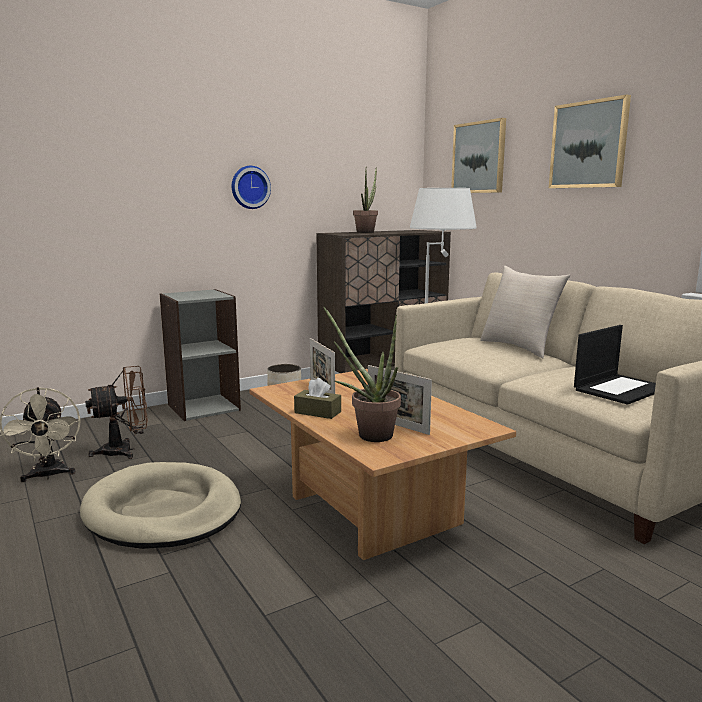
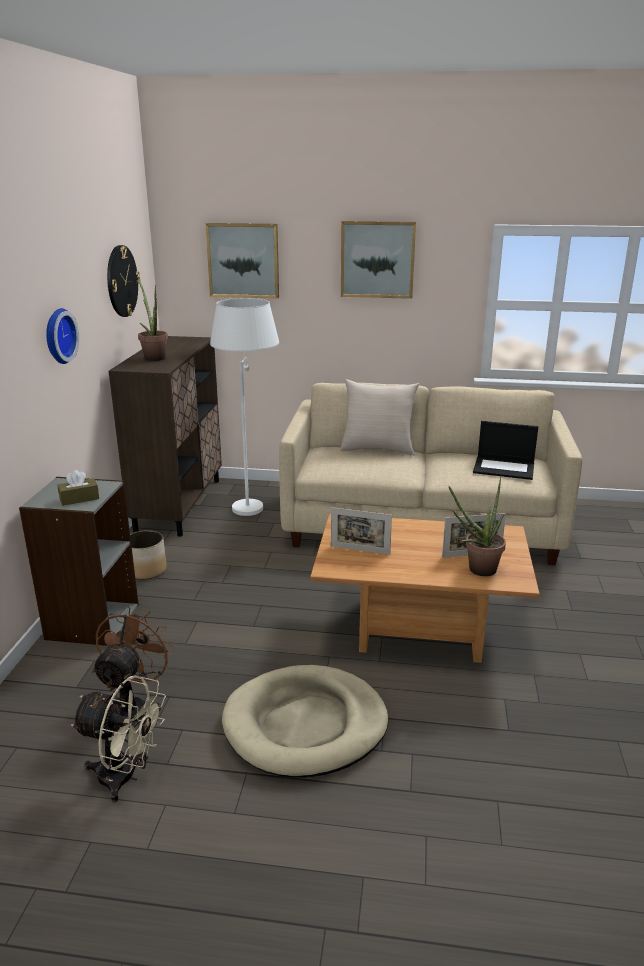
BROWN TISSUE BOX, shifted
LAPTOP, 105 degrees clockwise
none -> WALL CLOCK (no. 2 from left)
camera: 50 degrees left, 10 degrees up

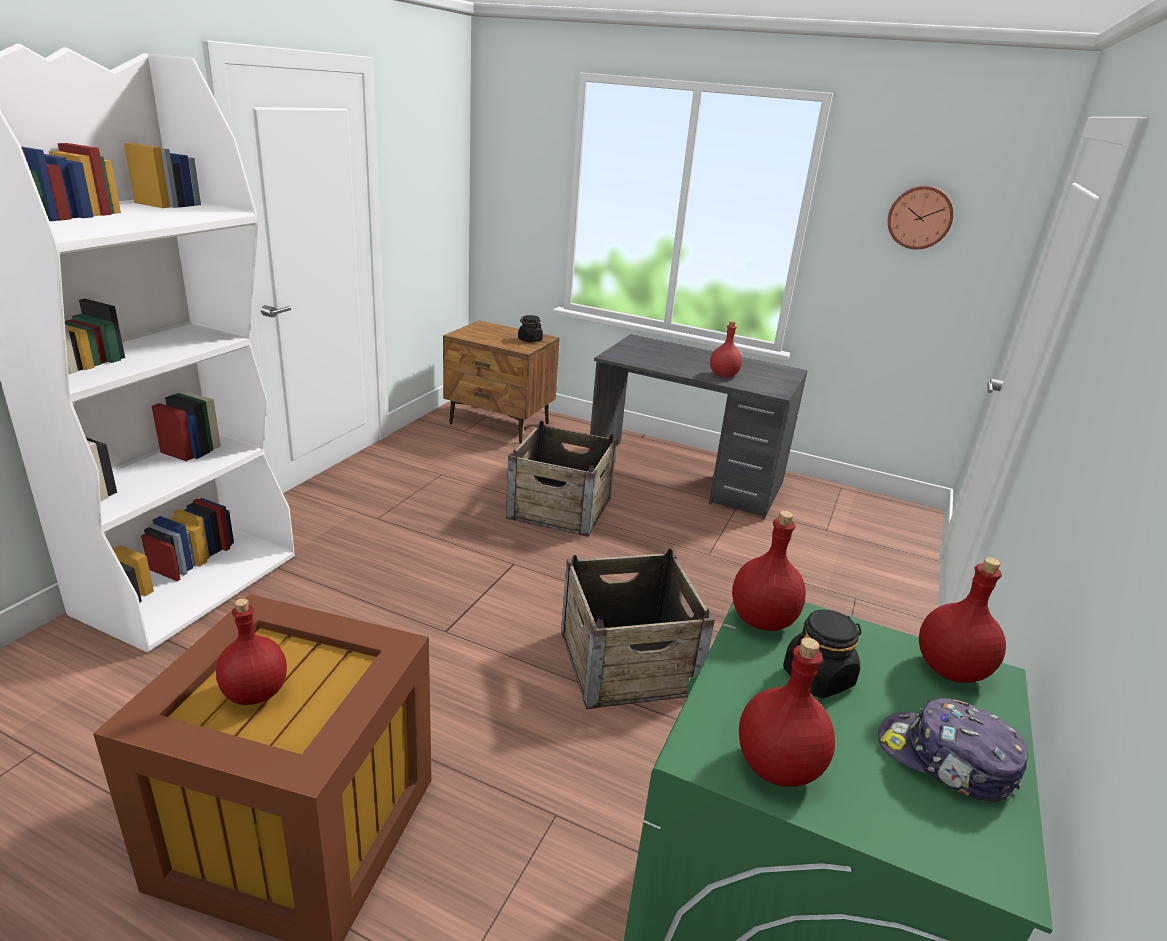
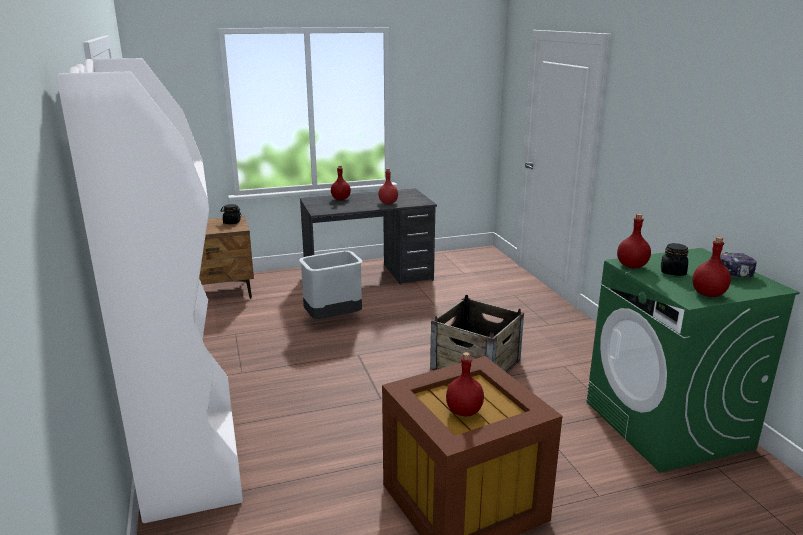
CRATE (no. 1 from left) -> GREY TRASH CAN
WALL CLOCK -> none
RED BOTTLE (no. 5 from left in the first image) -> RED BOTTLE (no. 1 from left), shifted
camera: 40 degrees left, 5 degrees down

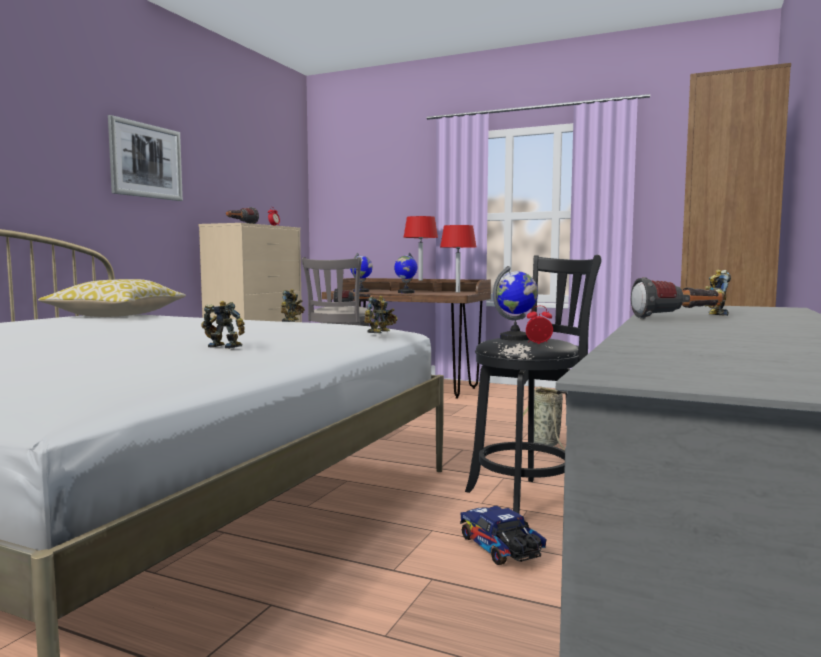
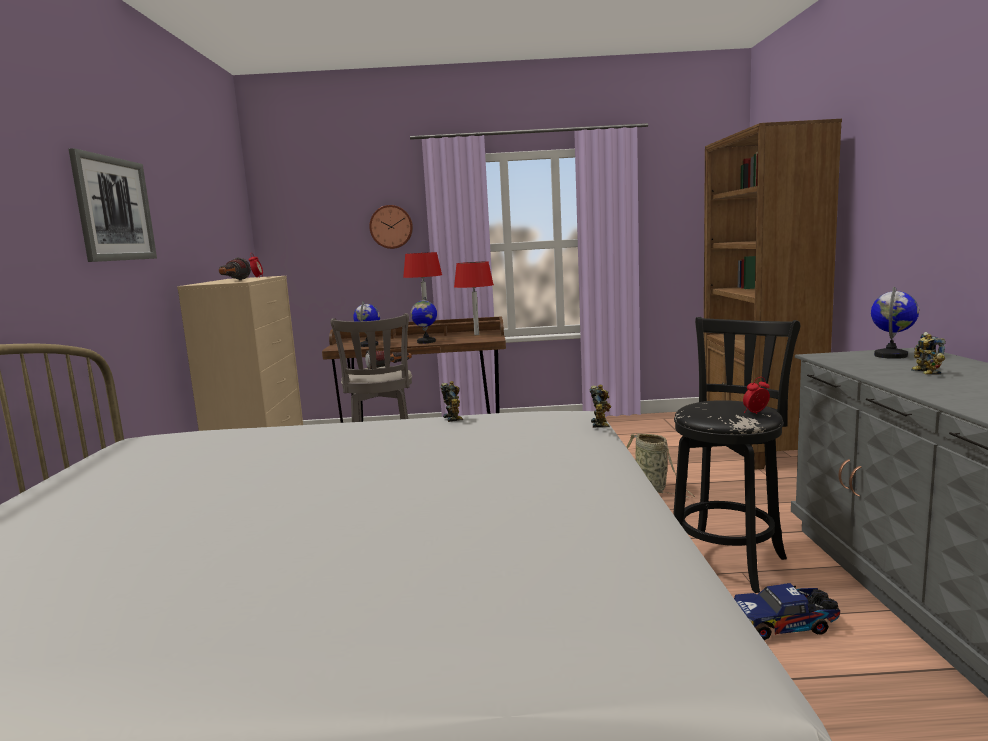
PILLOW -> none
TOY ROBOT (no. 1 from left) -> none
TOY TRUCK, 45 degrees counterclockwise
GLOBE (no. 3 from left), shifted
FLASHLIGHT (no. 3 from left) -> none
none -> WALL CLOCK
camera: 25 degrees left, 5 degrees up

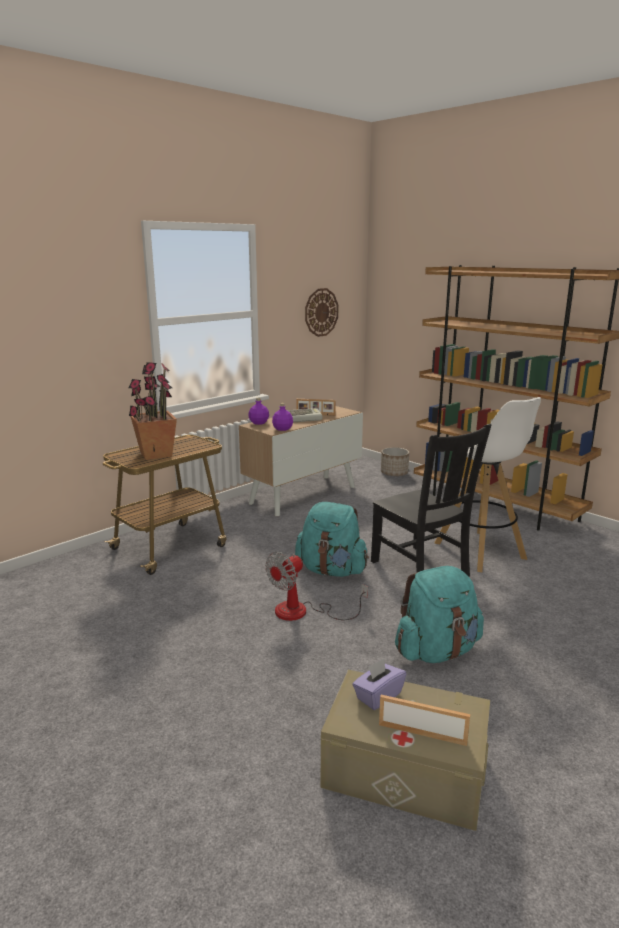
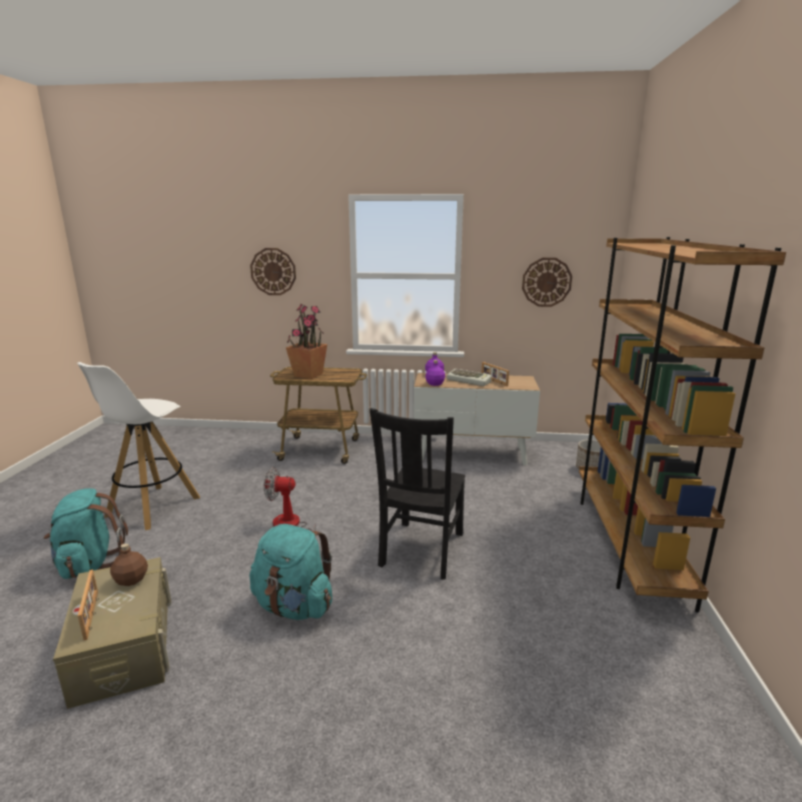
TURQUOISE BACKPACK (no. 1 from left), shifted
PURPLE TISSUE BOX -> BROWN BOTTLE
WHITE STOOL, shifted
none -> WALL CLOCK (no. 1 from left)
camera: 50 degrees right, 0 degrees up

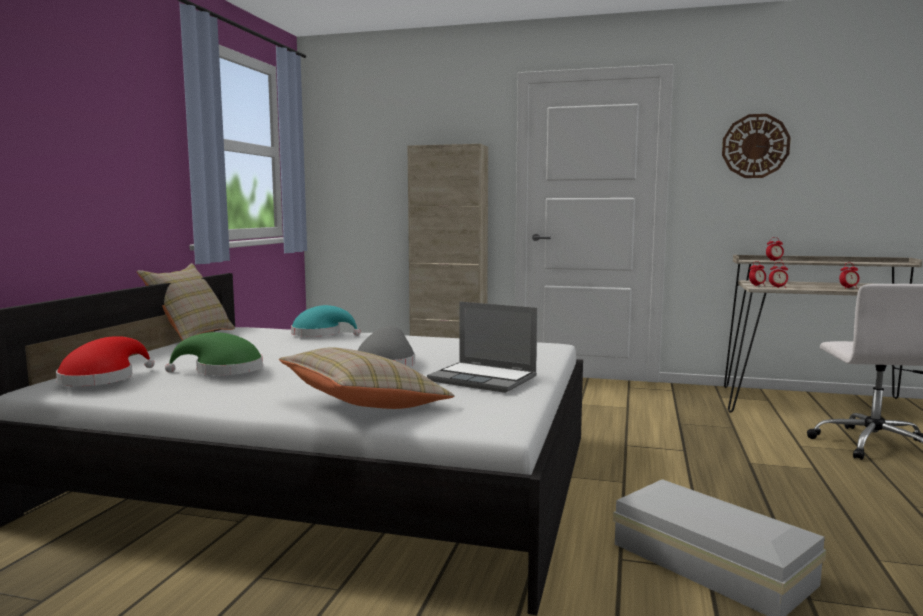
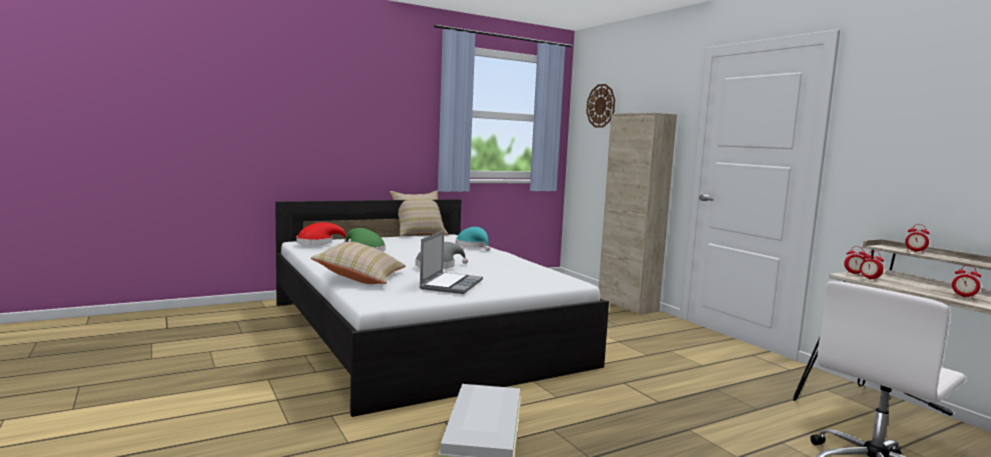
LAPTOP, 150 degrees counterclockwise
WALL CLOCK, shifted
camera: 45 degrees right, 0 degrees up

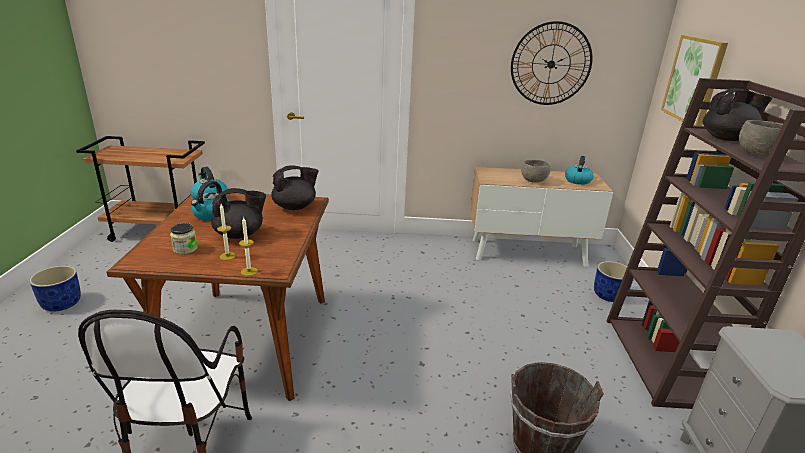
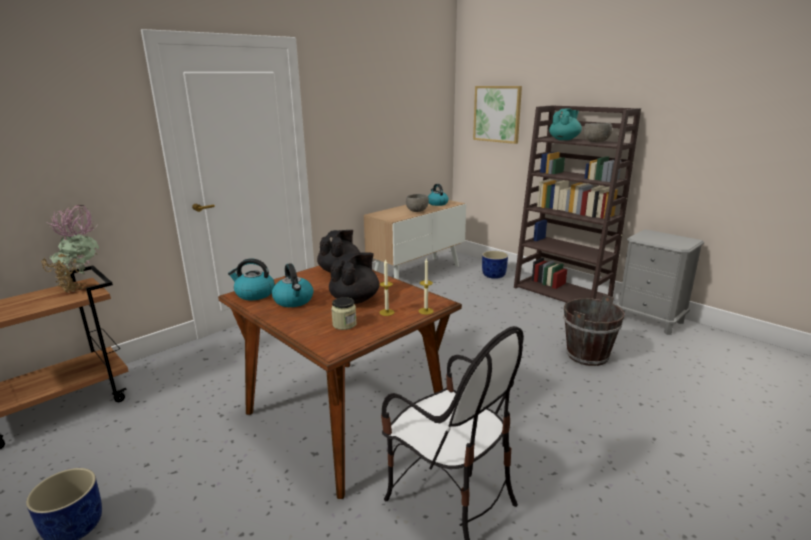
WALL CLOCK -> none
BLACK TEAPOT (no. 3 from left) -> TURQUOISE TEAPOT
none -> POTTED PLANT
camera: 45 degrees left, 5 degrees down

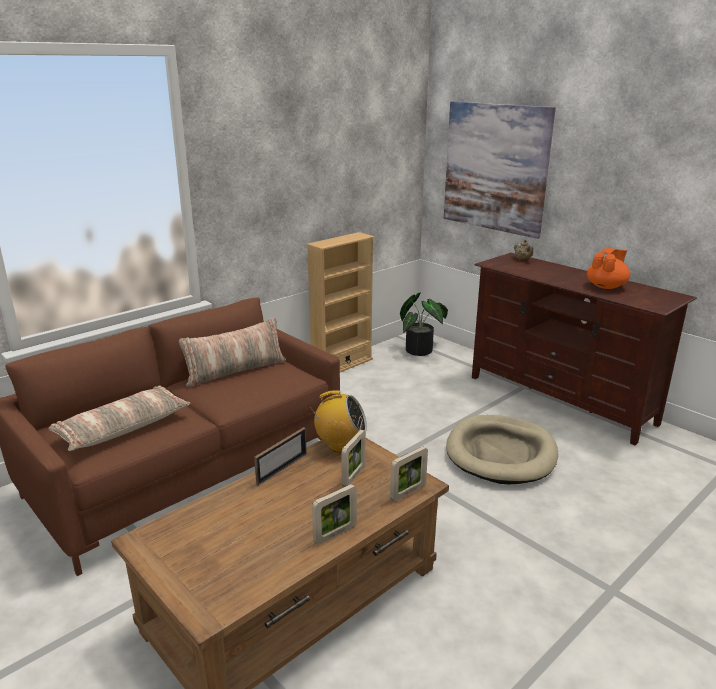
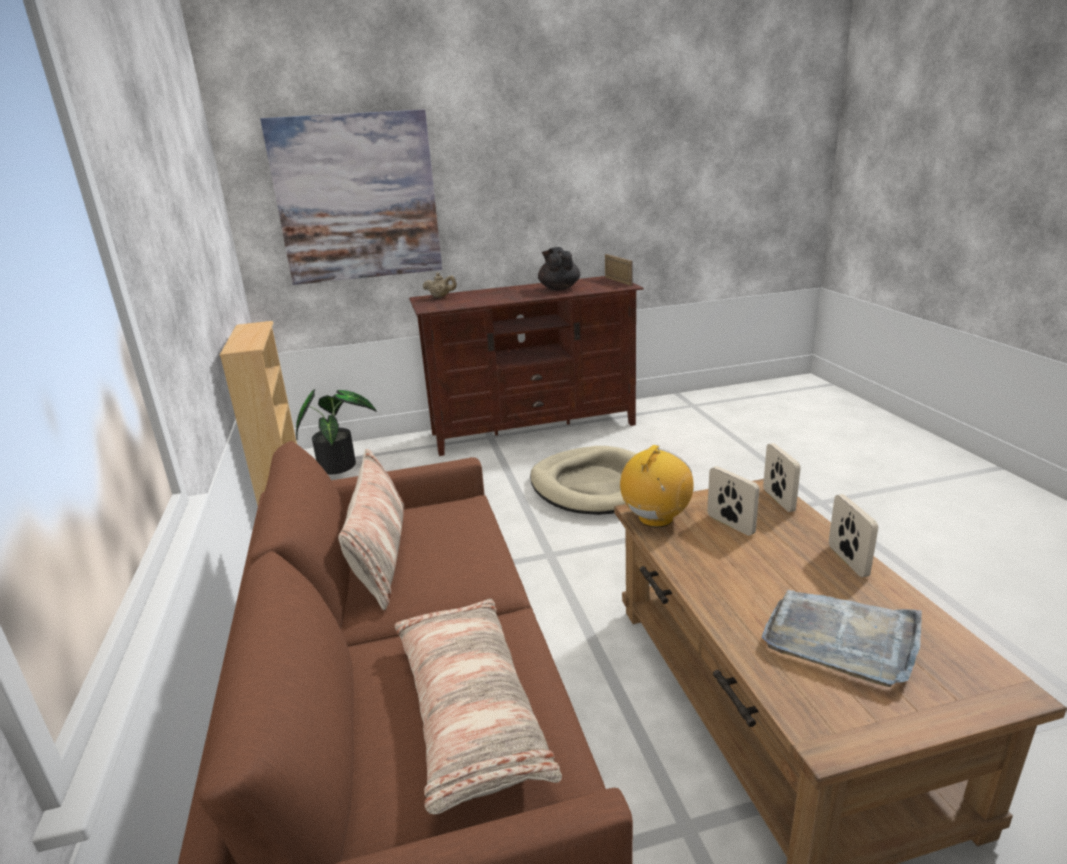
PICTURE FRAME (no. 1 from left), shifted
ORANGE TEAPOT -> BLACK TEAPOT
none -> GREY TRAY
camera: 60 degrees left, 0 degrees up

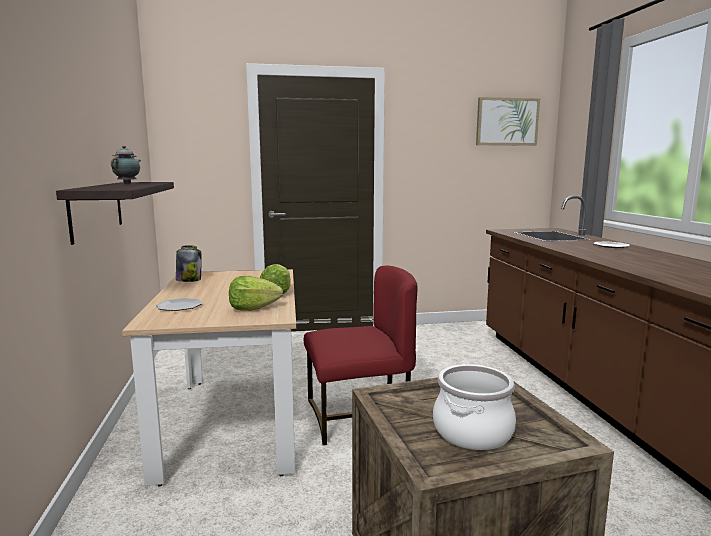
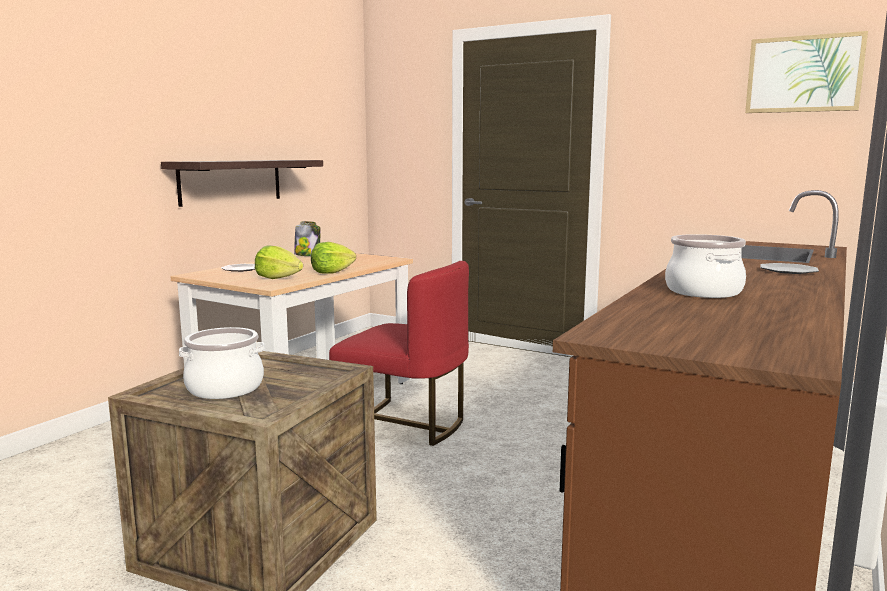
TEAPOT -> none
none -> COOKING POT (no. 2 from left)
camera: 40 degrees right, 0 degrees up

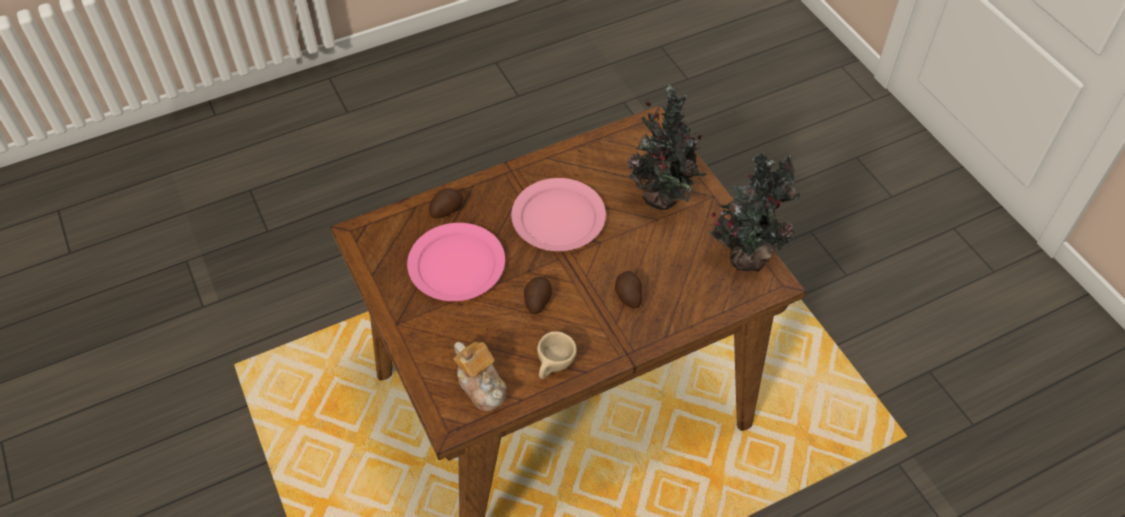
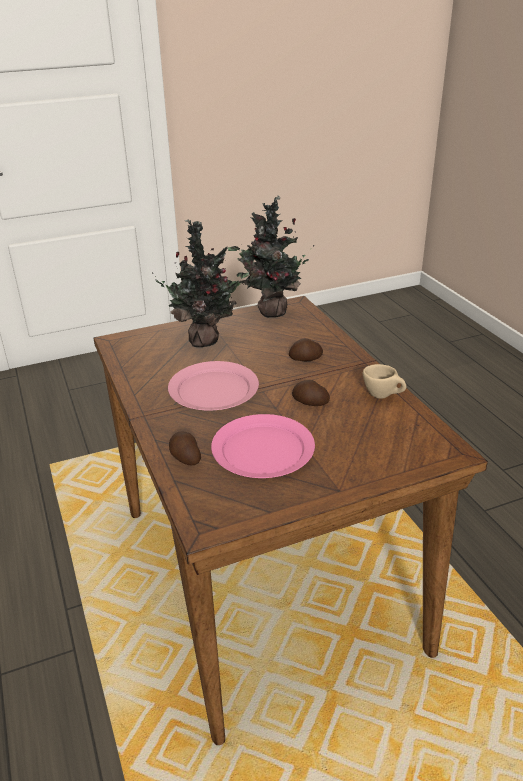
TEAPOT -> none
camera: 85 degrees left, 20 degrees down

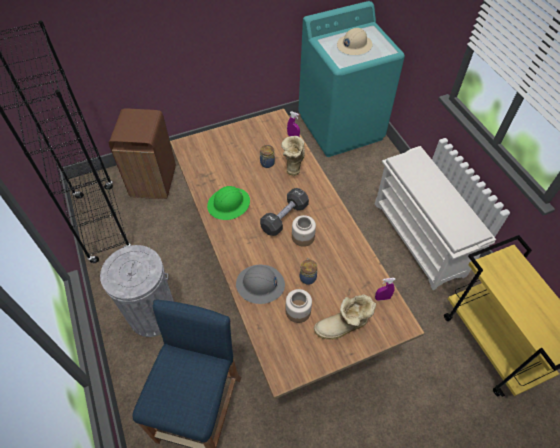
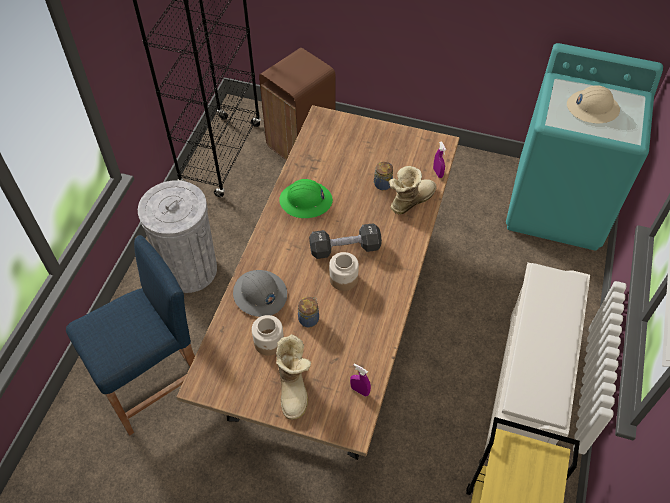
BOOT (no. 2 from left in the first image) -> BOOT (no. 1 from left), 120 degrees counterclockwise
camera: 40 degrees right, 0 degrees up

